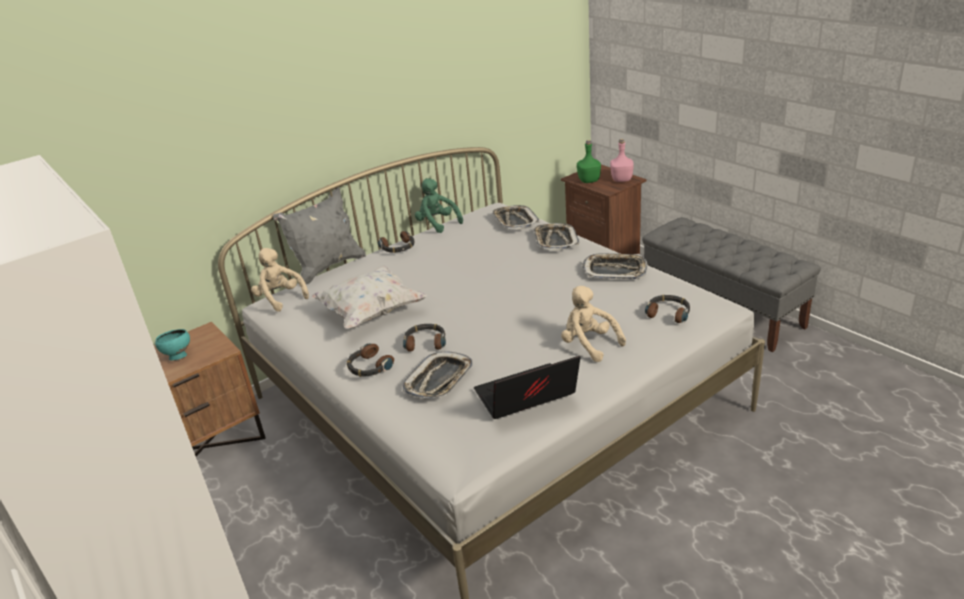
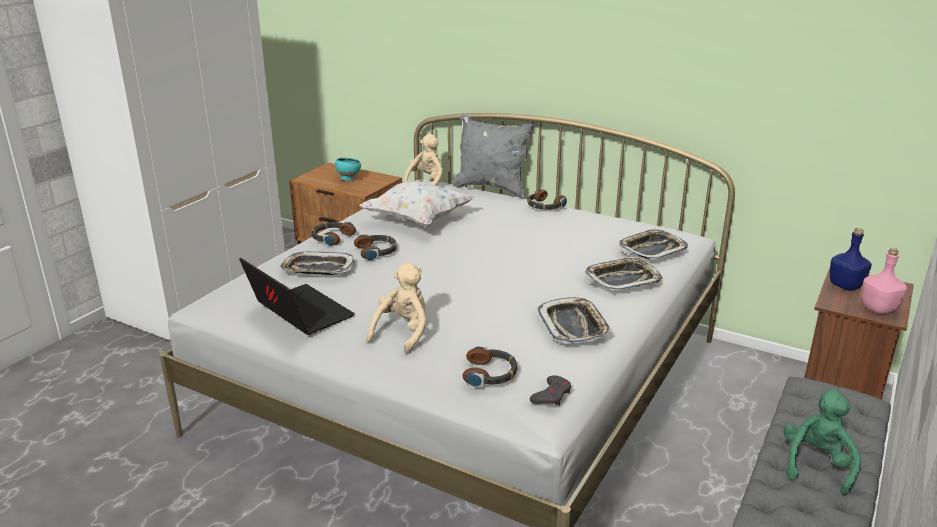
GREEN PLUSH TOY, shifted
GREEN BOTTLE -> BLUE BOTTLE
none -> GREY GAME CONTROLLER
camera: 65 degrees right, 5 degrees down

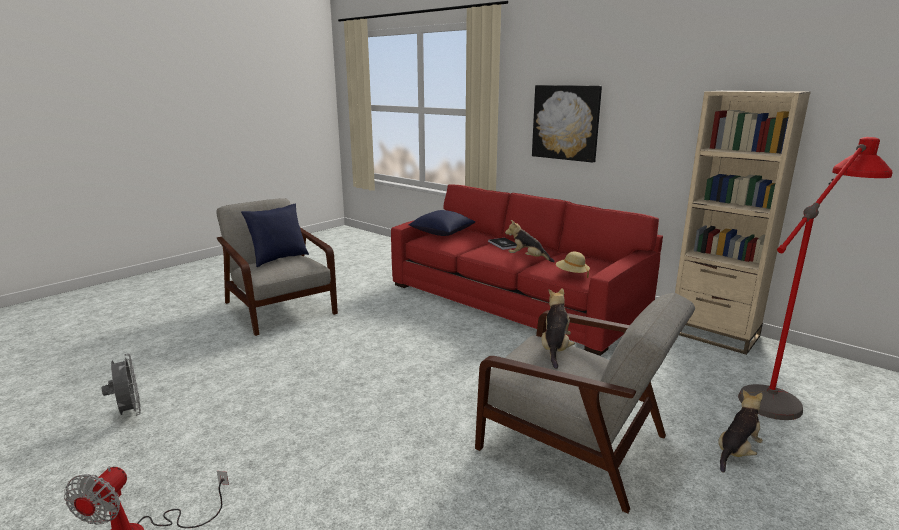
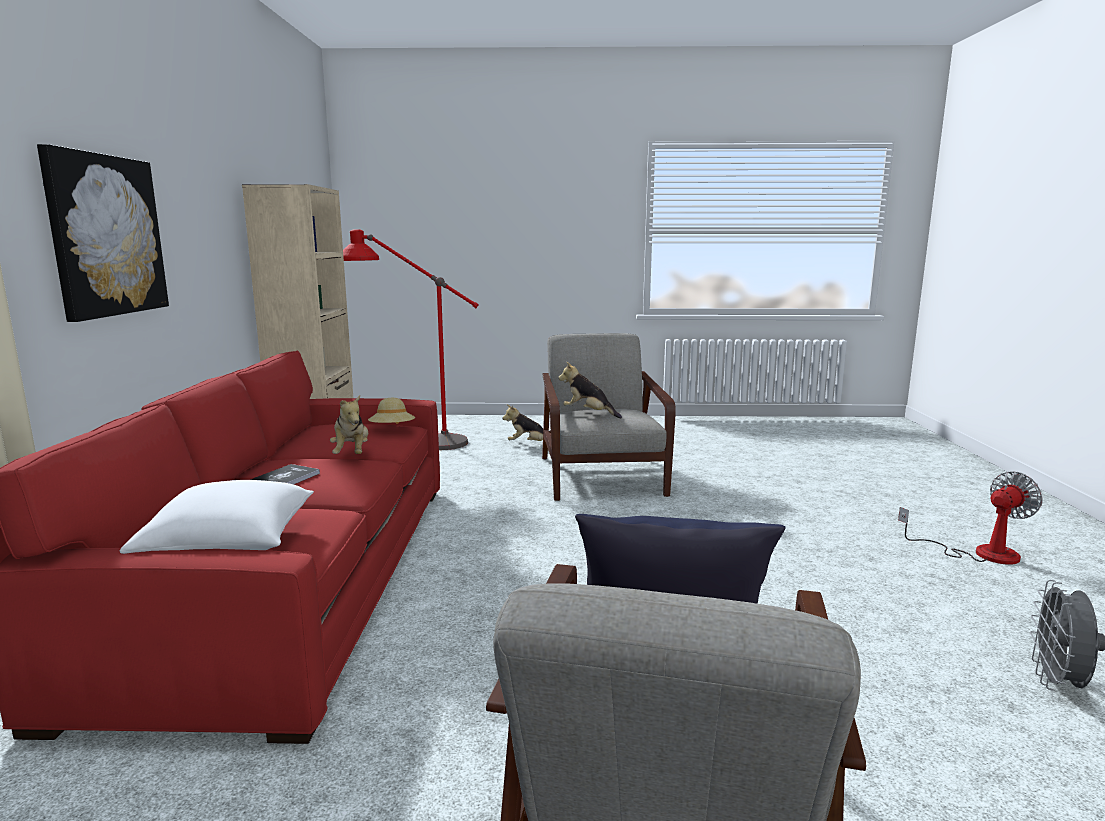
BLUE PILLOW (no. 2 from left) -> WHITE PILLOW
PLUSH TOY (no. 2 from left in the first image) -> PLUSH TOY (no. 3 from left), 60 degrees clockwise
camera: 130 degrees left, 5 degrees down

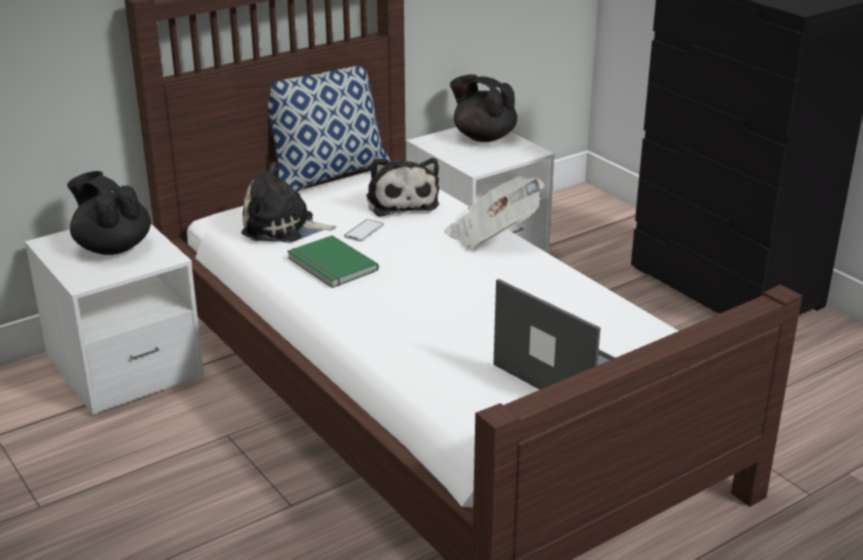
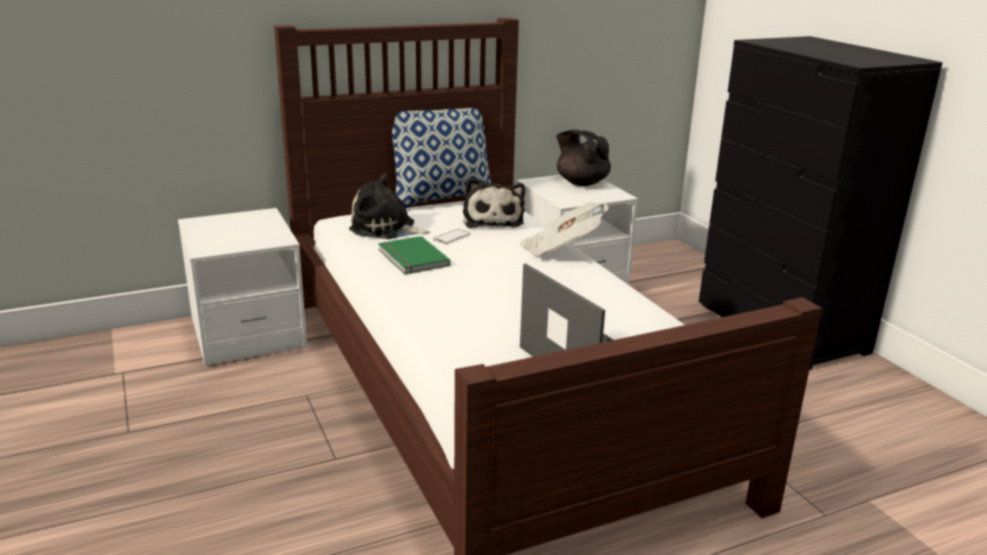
BLACK TEAPOT (no. 1 from left) -> none
camera: 10 degrees right, 5 degrees down

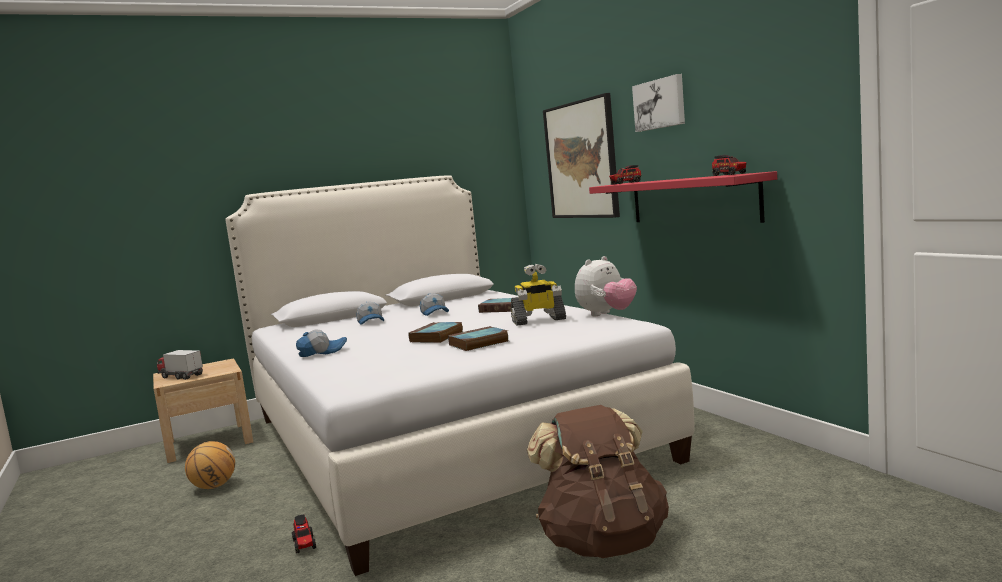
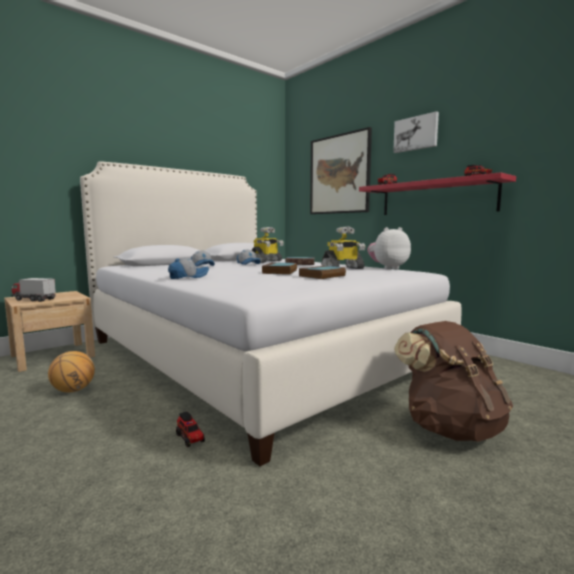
PLUSH TOY, 150 degrees counterclockwise
none -> TOY ROBOT (no. 1 from left)
camera: 15 degrees left, 0 degrees up

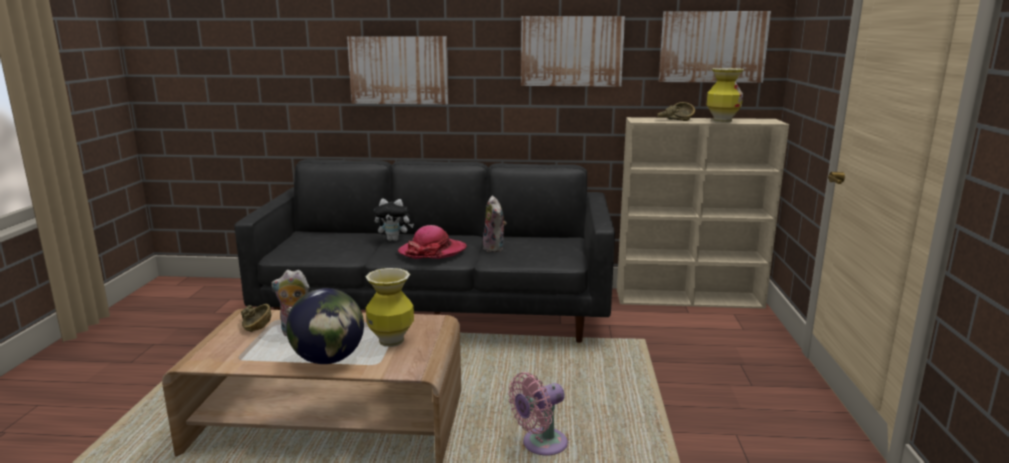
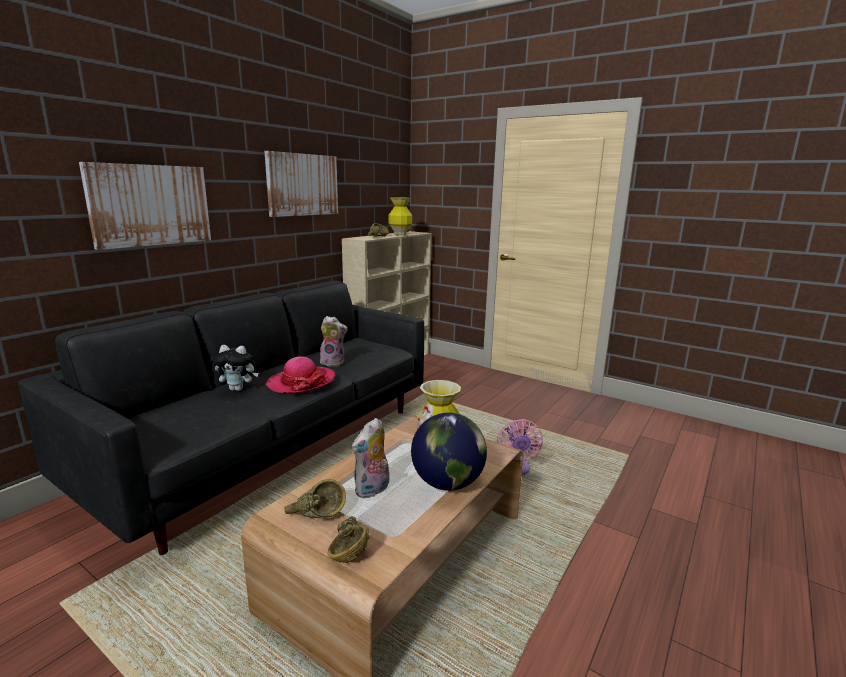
PLUSH TOY (no. 2 from left in the first image) -> PLUSH TOY (no. 1 from left), 60 degrees clockwise
PICTURE (no. 3 from left) -> none
none -> BROWN BOWL (no. 2 from left)
camera: 60 degrees left, 0 degrees up

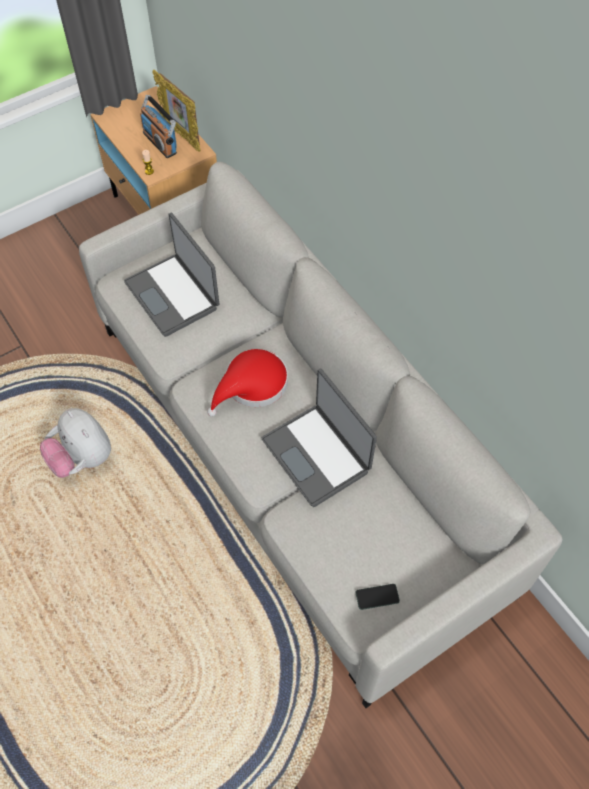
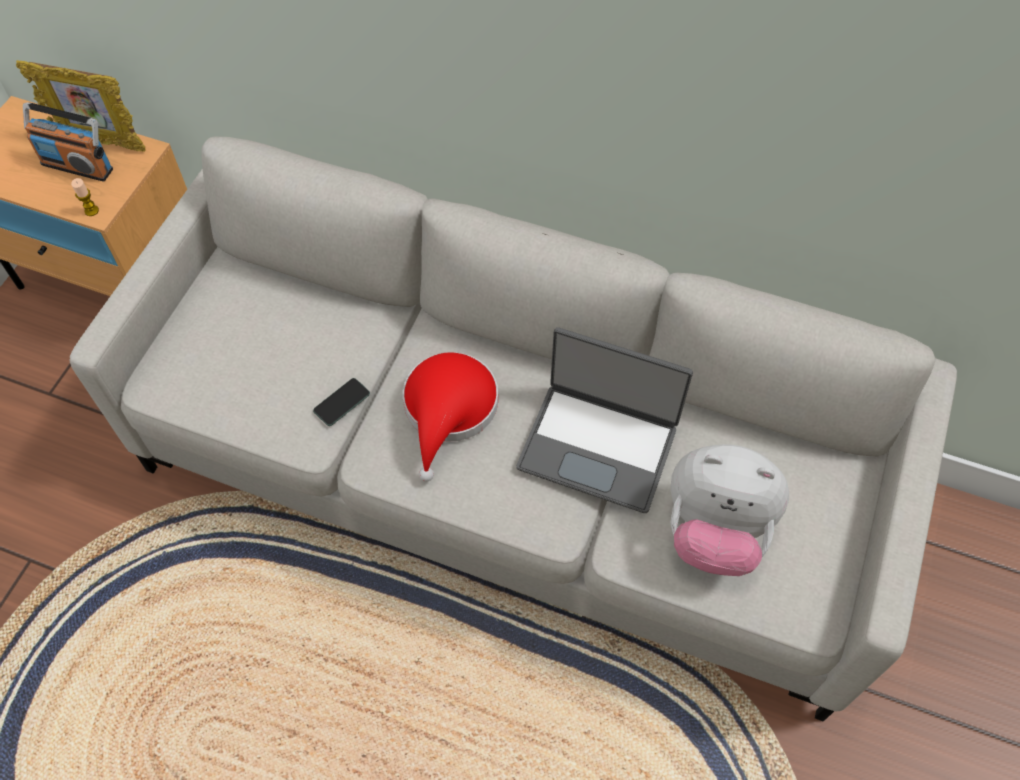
PLUSH TOY, shifted
LAPTOP (no. 1 from left) -> none
PHONE, shifted
camera: 35 degrees left, 0 degrees up

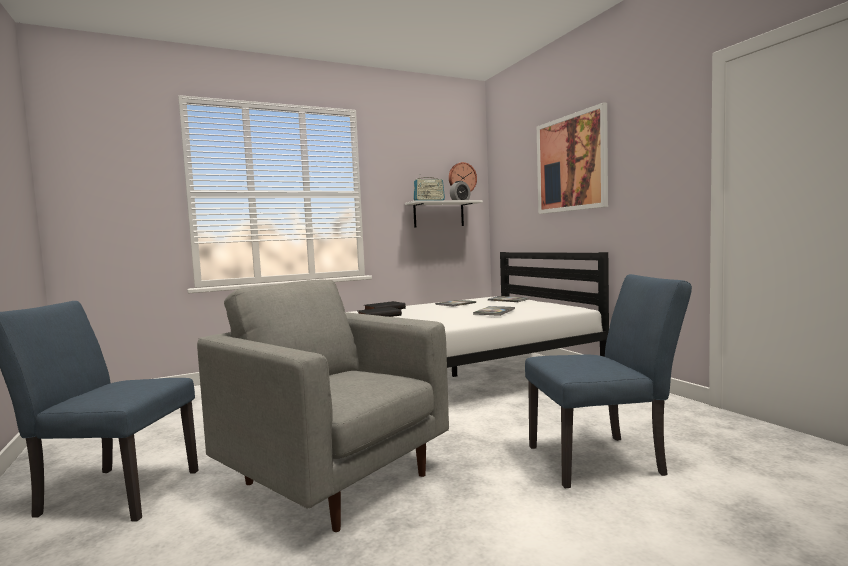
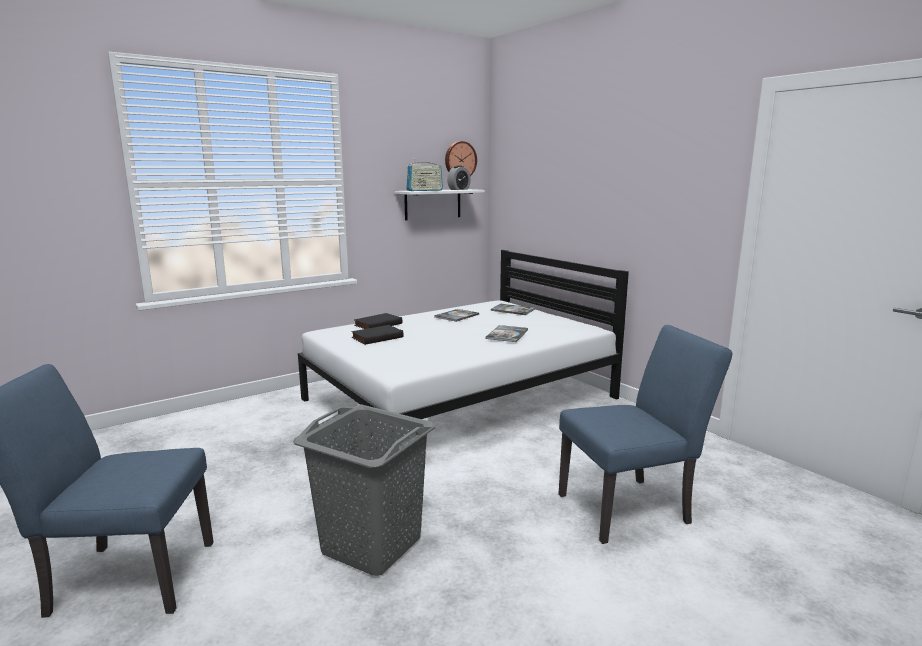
GREY ARMCHAIR -> GREY LAUNDRY BASKET
PICTURE -> none
camera: 10 degrees left, 10 degrees up

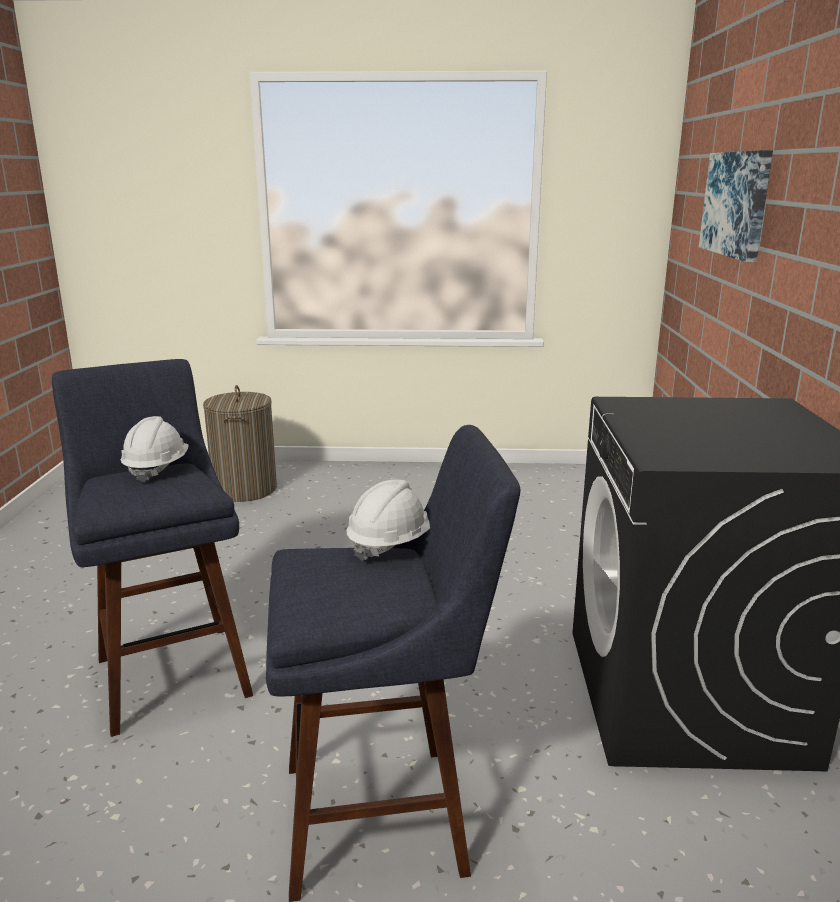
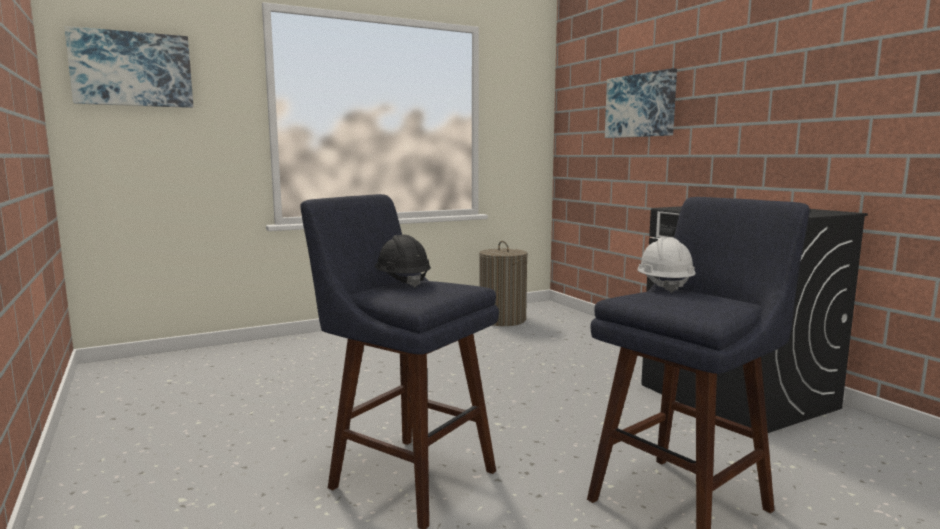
WHITE HARD HAT (no. 1 from left) -> BLACK HARD HAT
LAUNDRY BASKET, shifted
none -> PICTURE (no. 1 from left)
camera: 30 degrees left, 10 degrees down

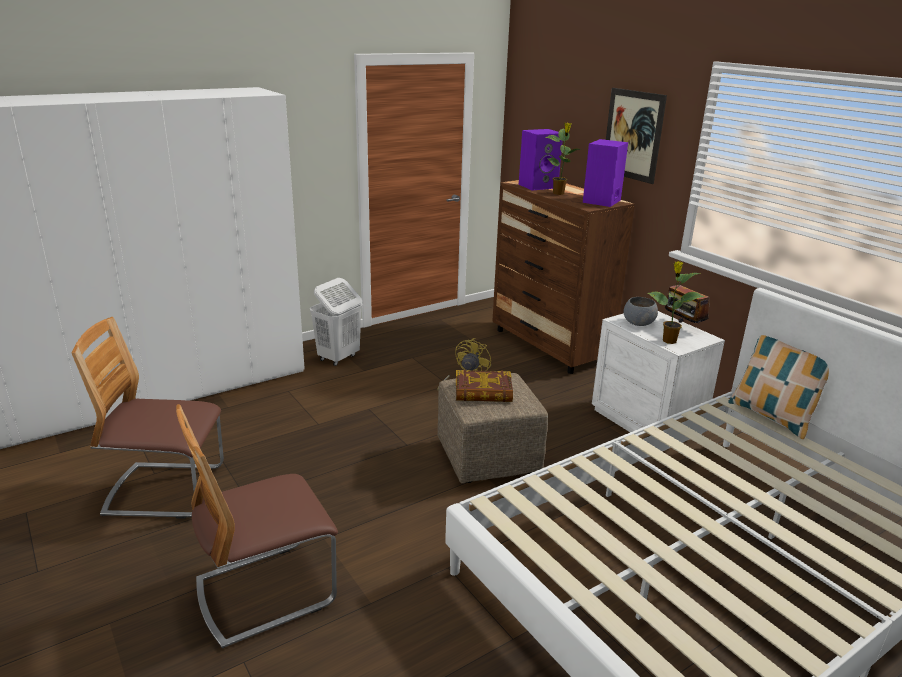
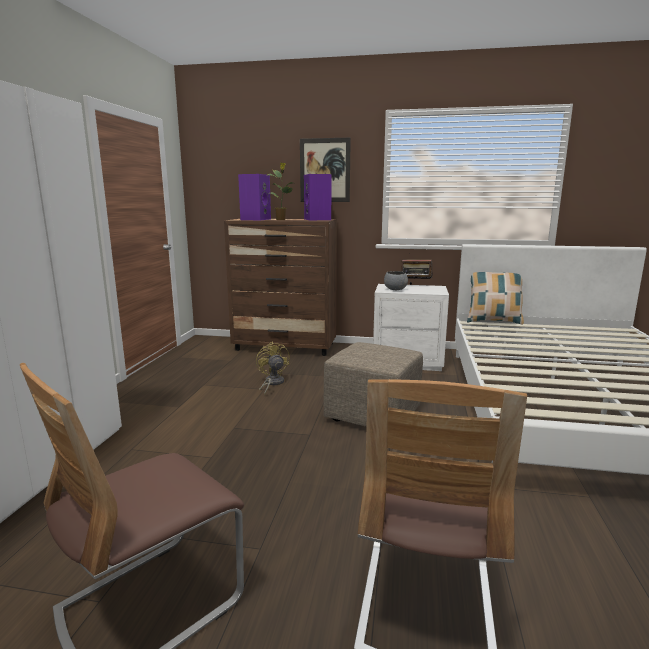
WHITE LAUNDRY BASKET -> none
BOOK -> none
POTTED PLANT (no. 2 from left) -> none
camera: 45 degrees left, 10 degrees down

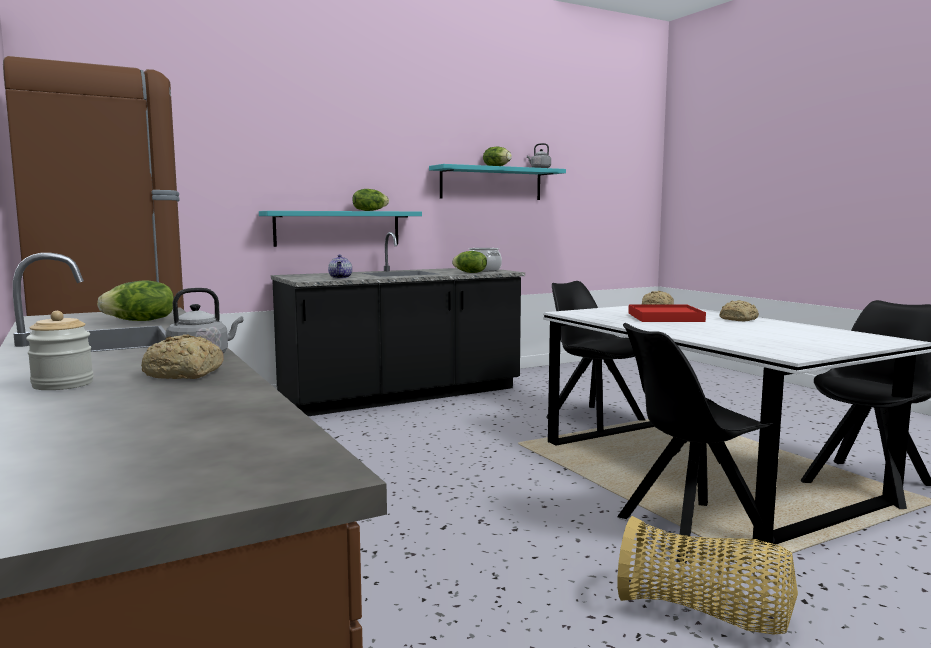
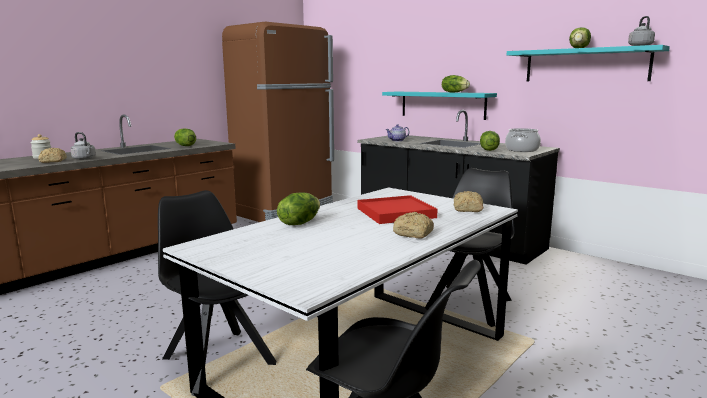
BASKET -> none
none -> LETTUCE (no. 2 from left)
camera: 70 degrees right, 5 degrees up

